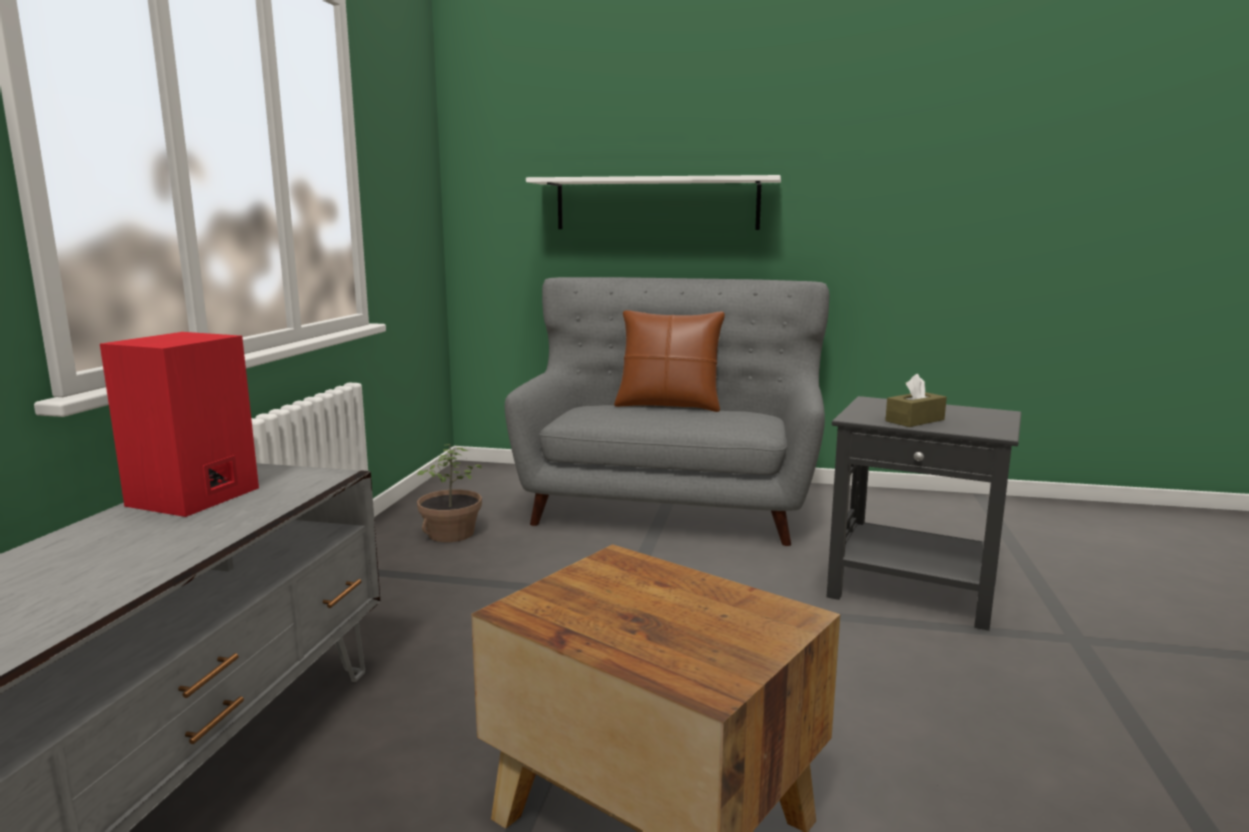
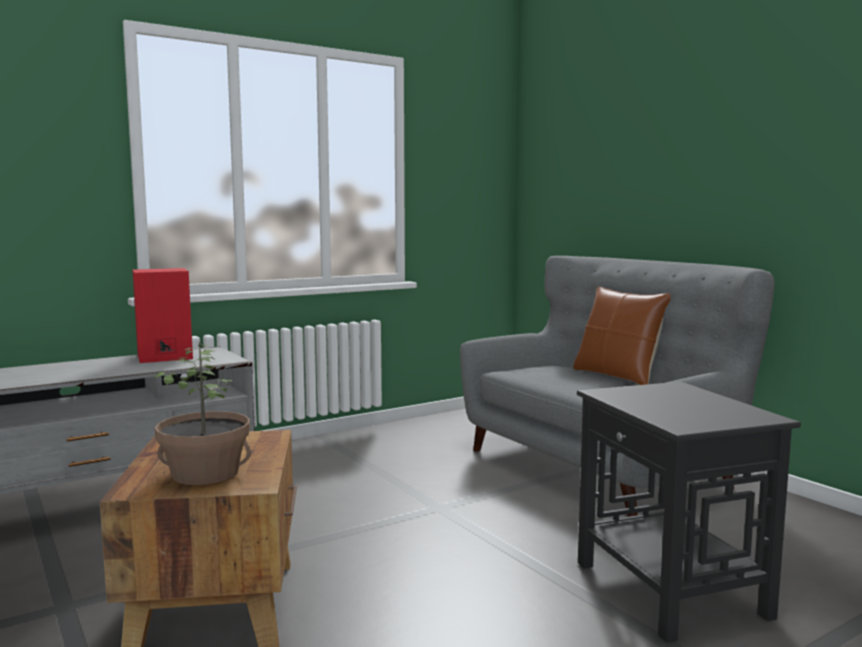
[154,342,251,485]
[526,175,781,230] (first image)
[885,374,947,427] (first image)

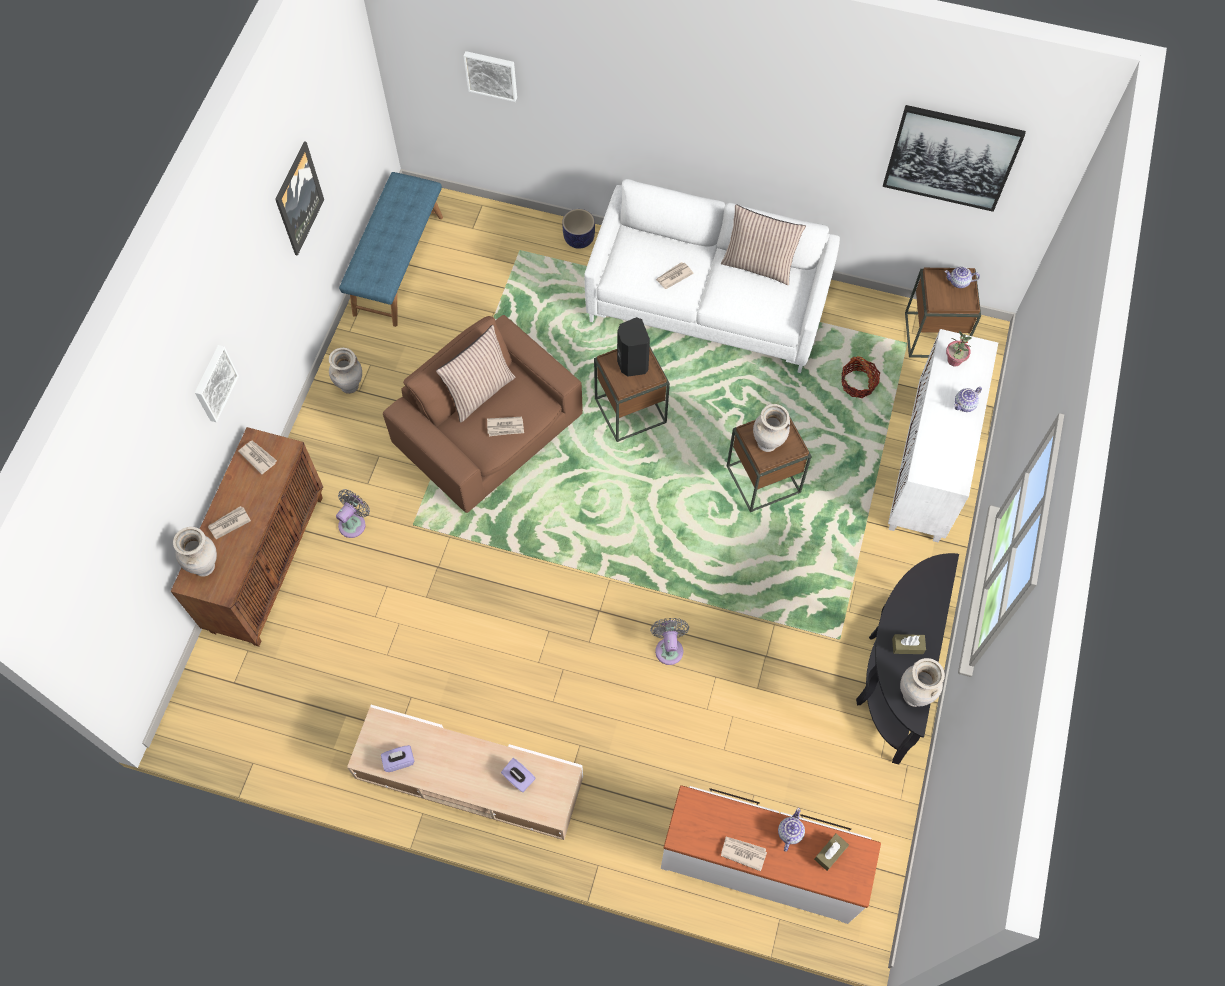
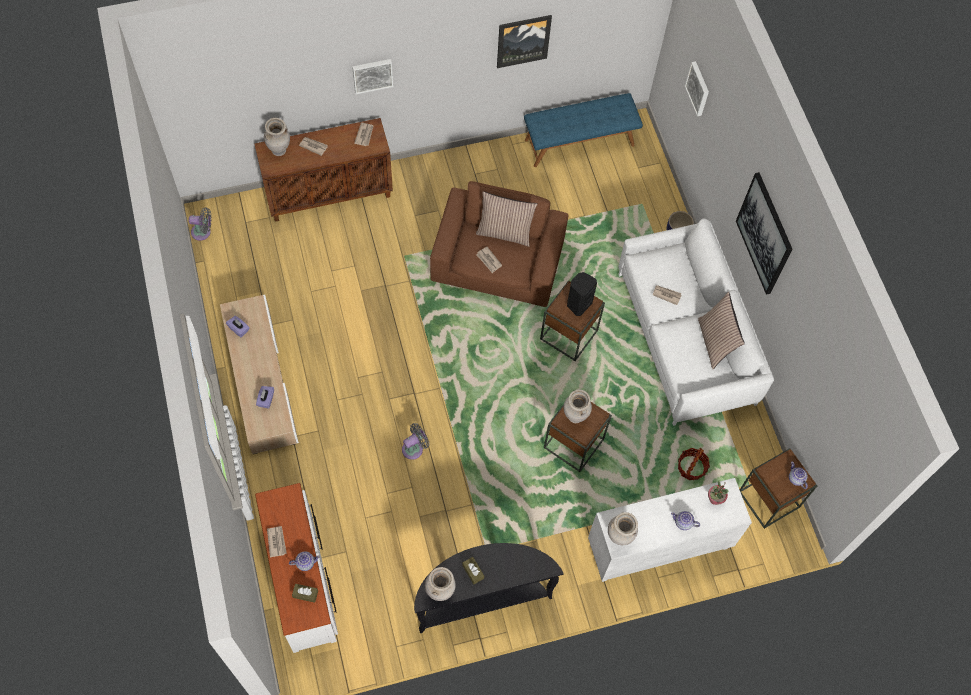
[608,512,638,545]
[189,207,211,241]
[736,172,792,295]

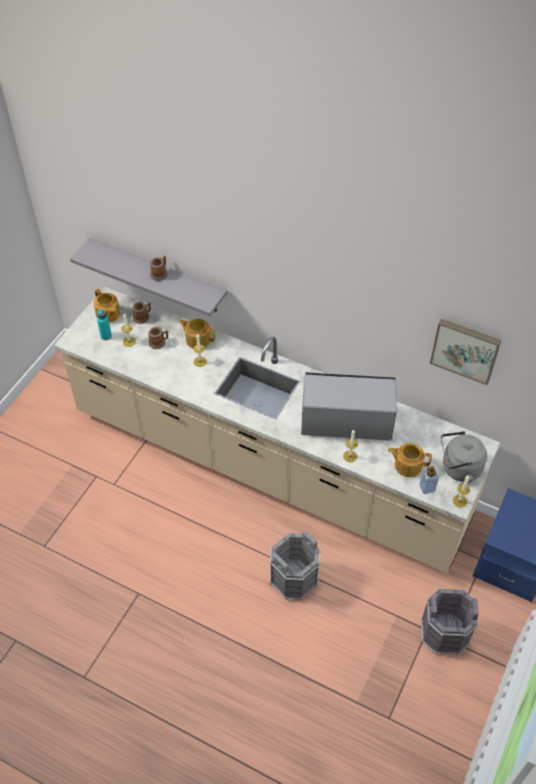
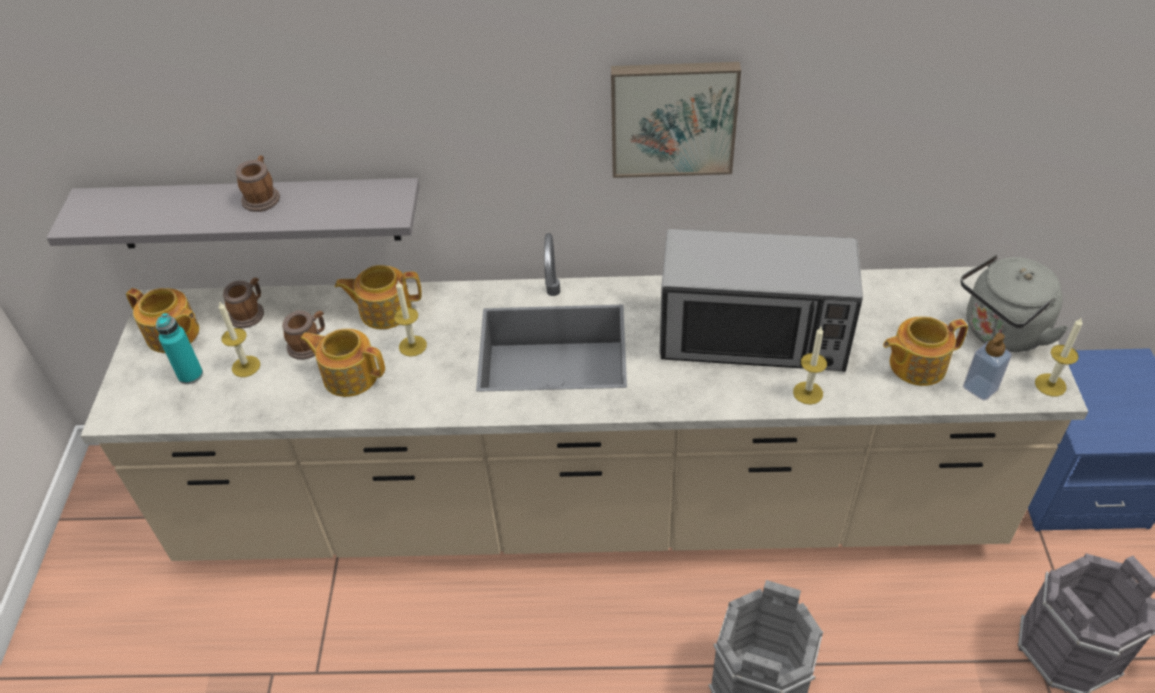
[660,229,863,372]
[611,62,741,178]
[300,329,385,397]

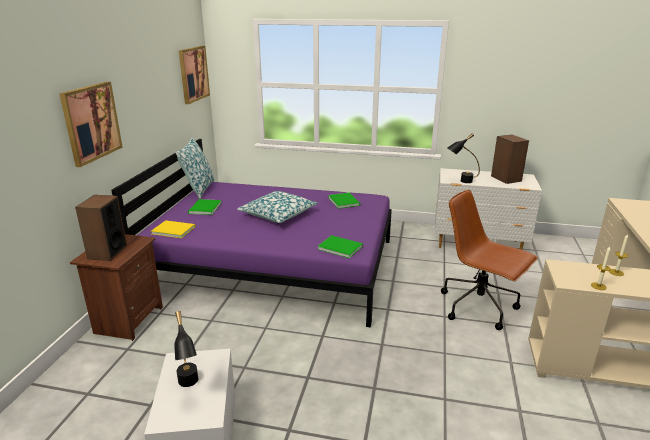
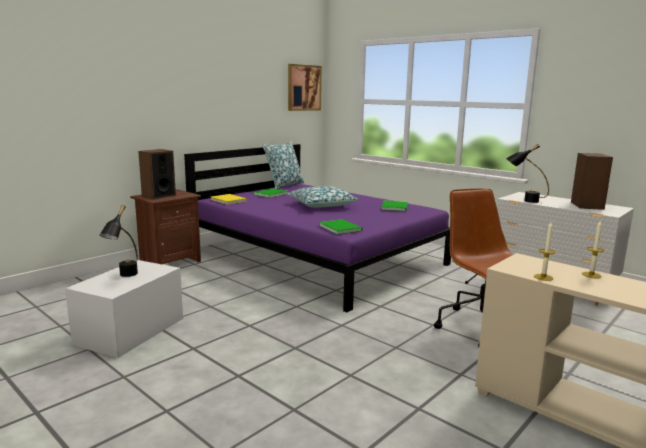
[59,82,123,167] (first image)

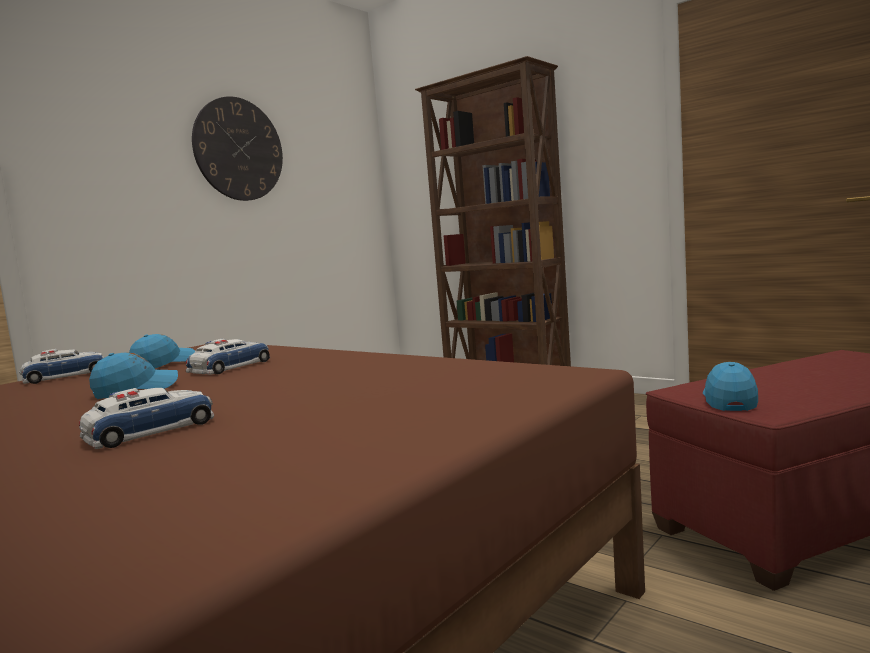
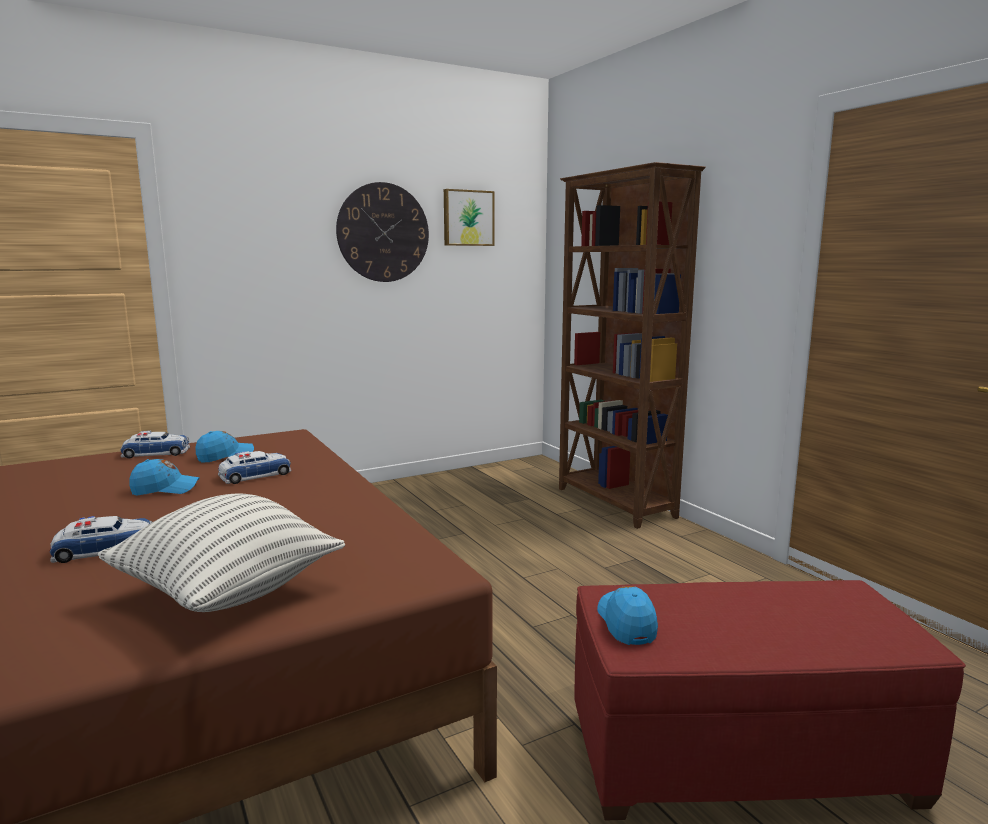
[597,586,658,645]
[98,494,345,612]
[444,189,494,246]

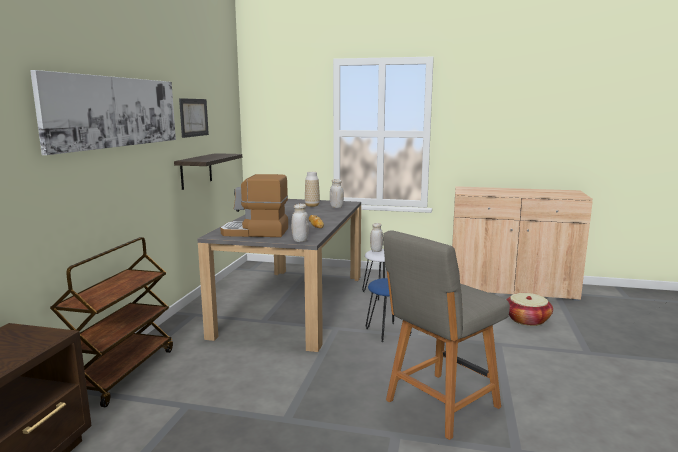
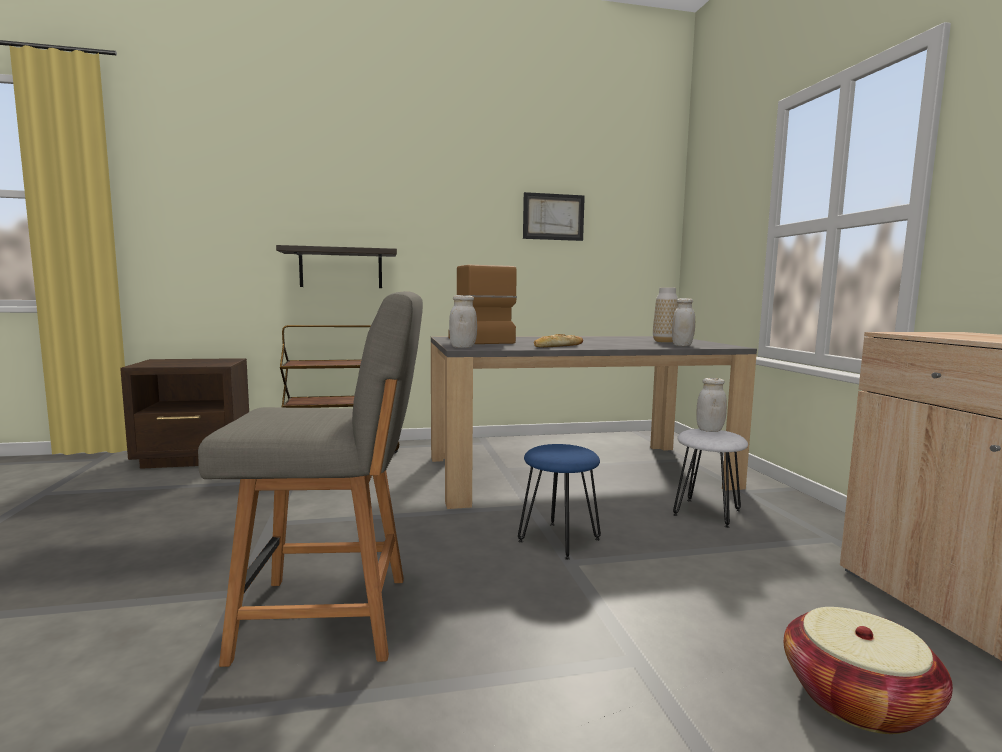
[30,70,176,155] (first image)
[276,245,397,288]
[198,291,423,667]

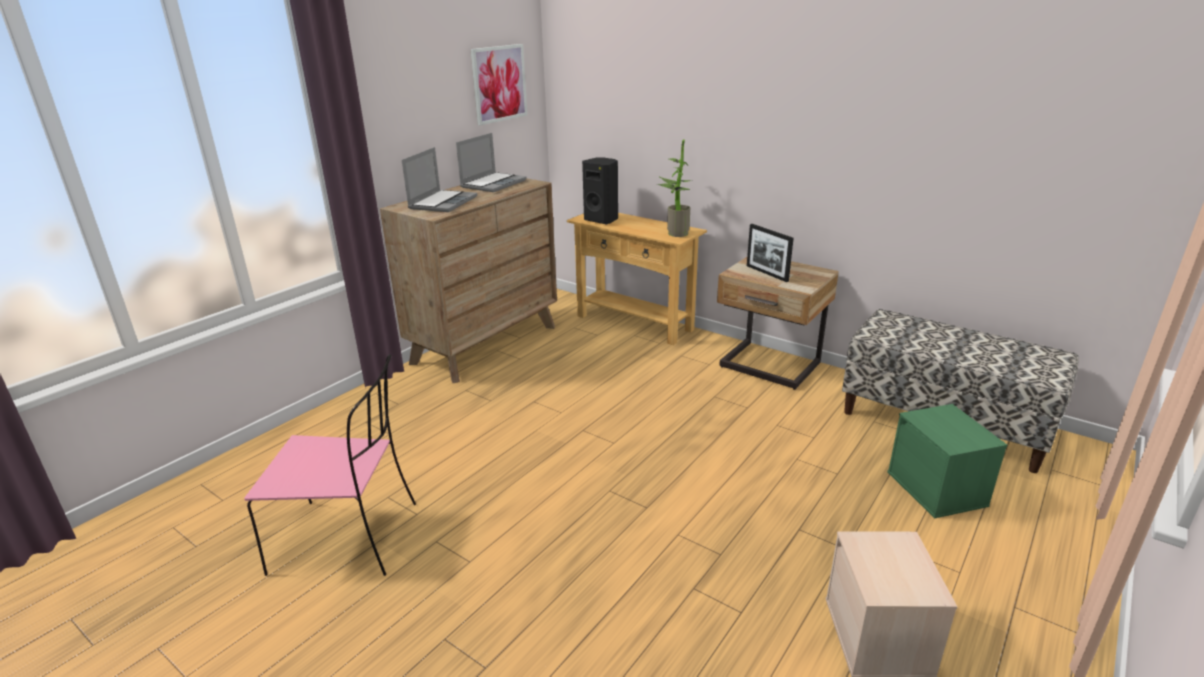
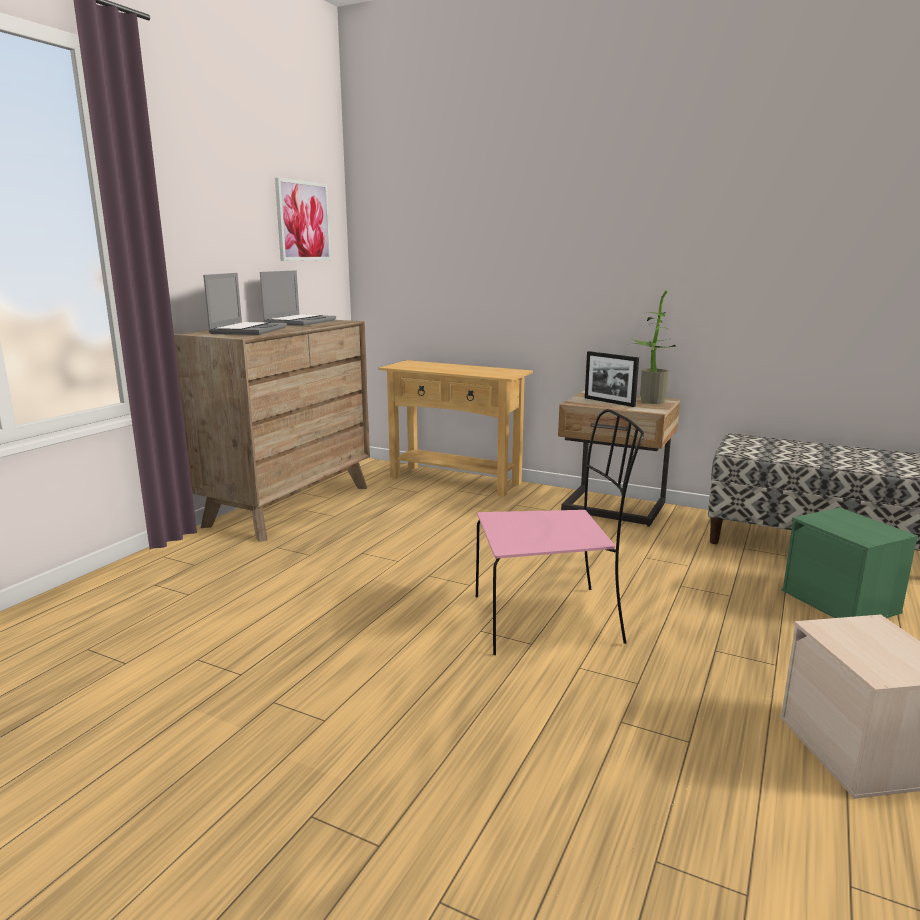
[476,409,644,655]
[582,158,618,224] (first image)
[627,290,676,404]

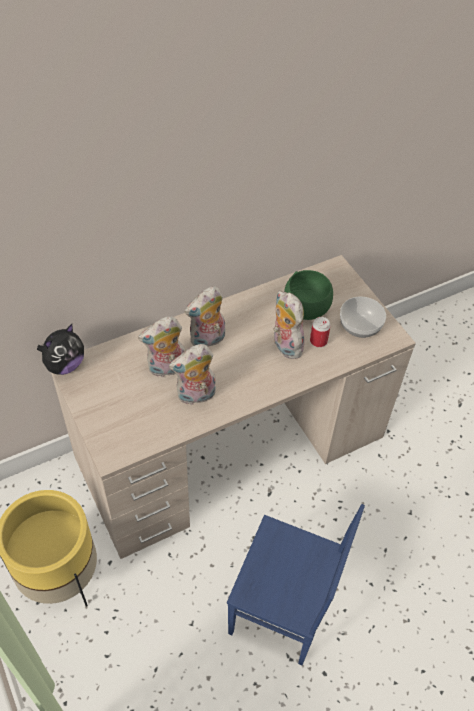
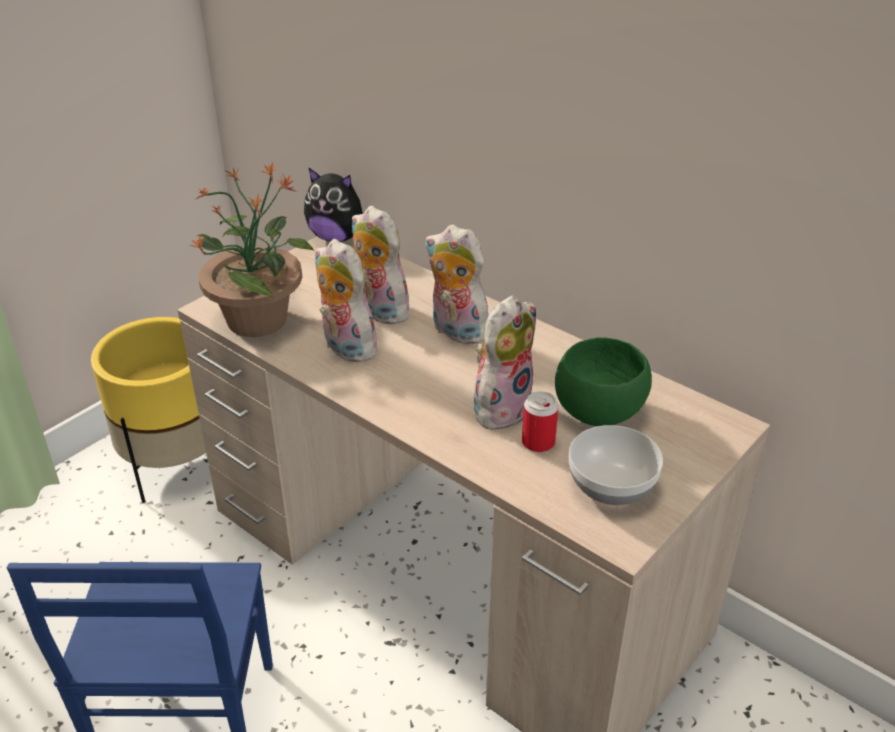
[190,162,314,337]

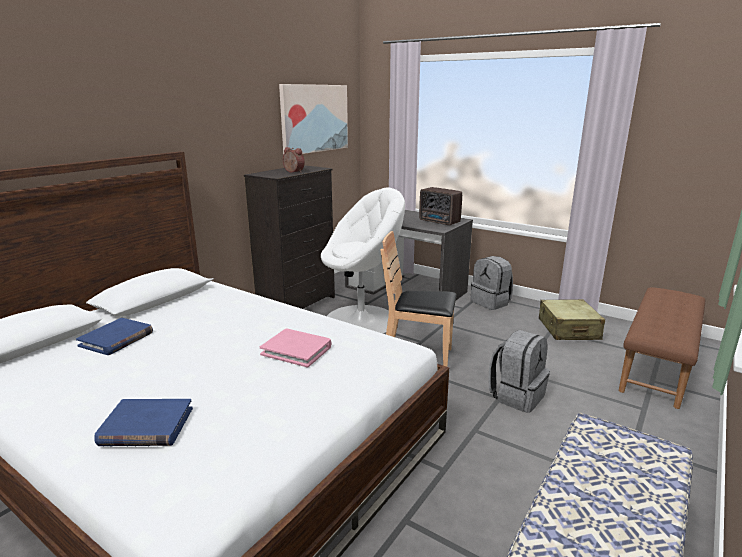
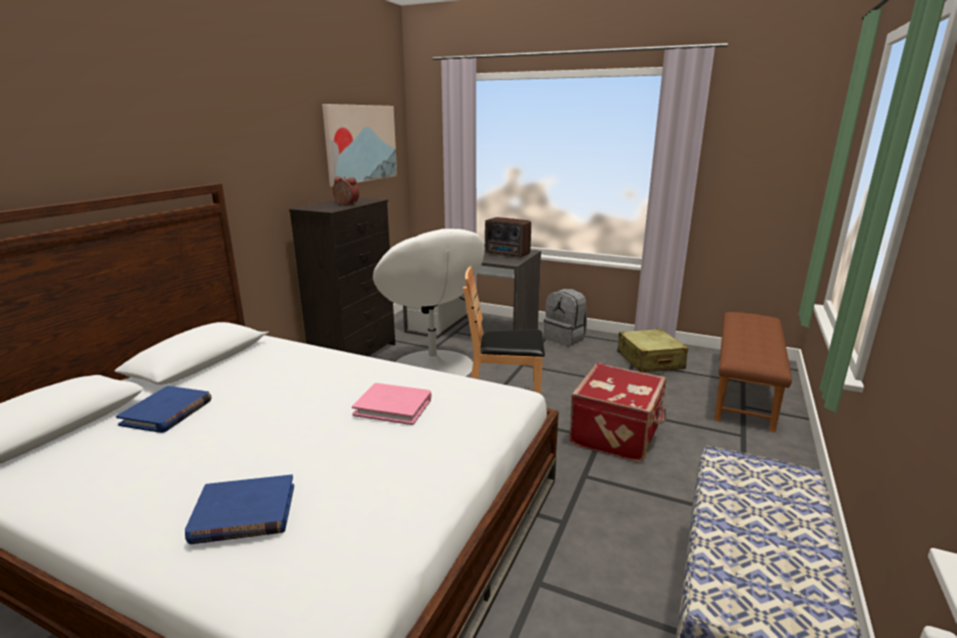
[373,229,485,377]
[569,363,666,462]

